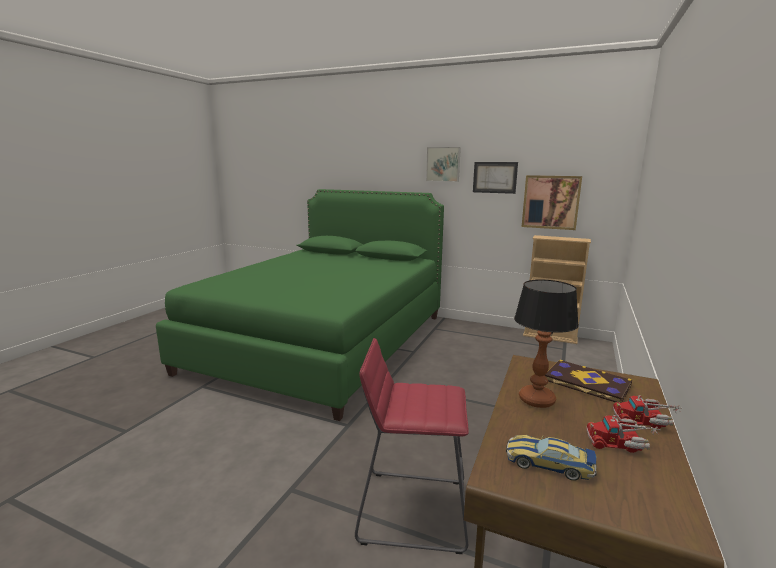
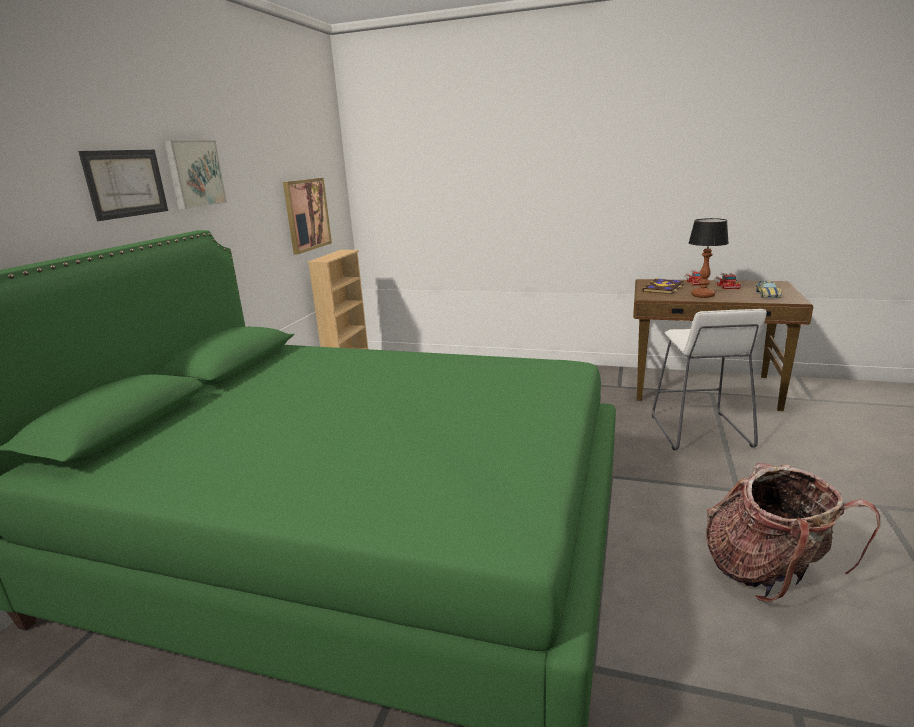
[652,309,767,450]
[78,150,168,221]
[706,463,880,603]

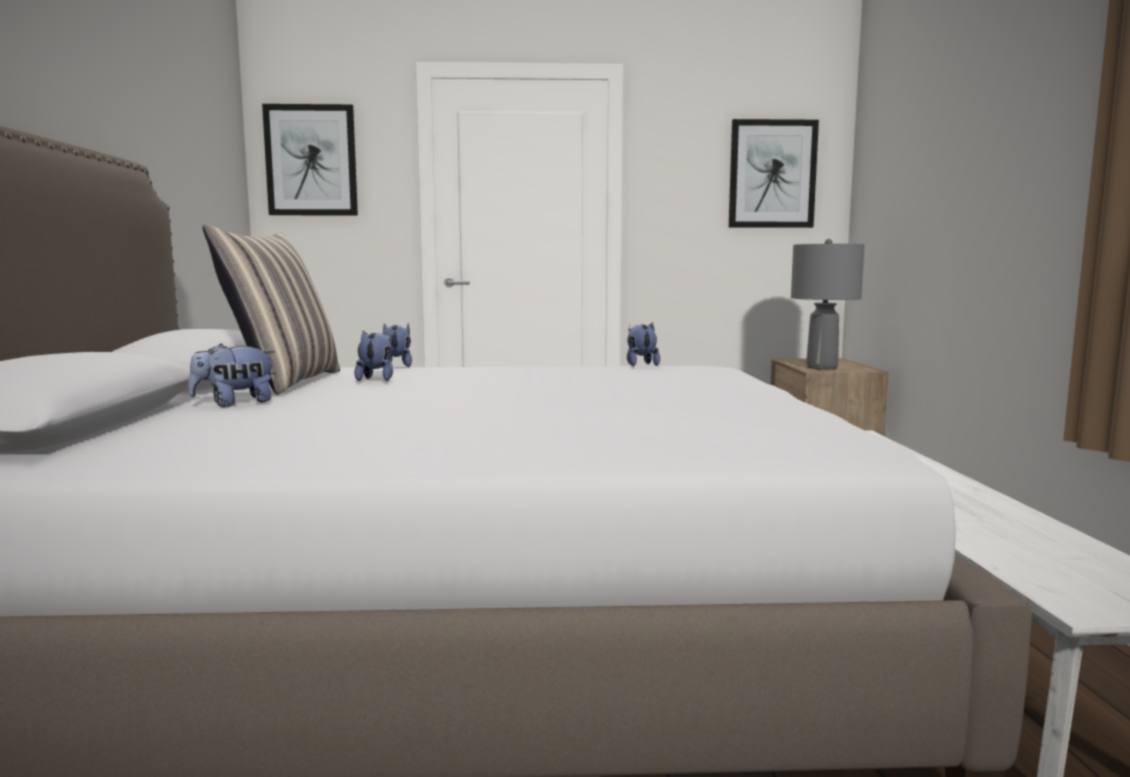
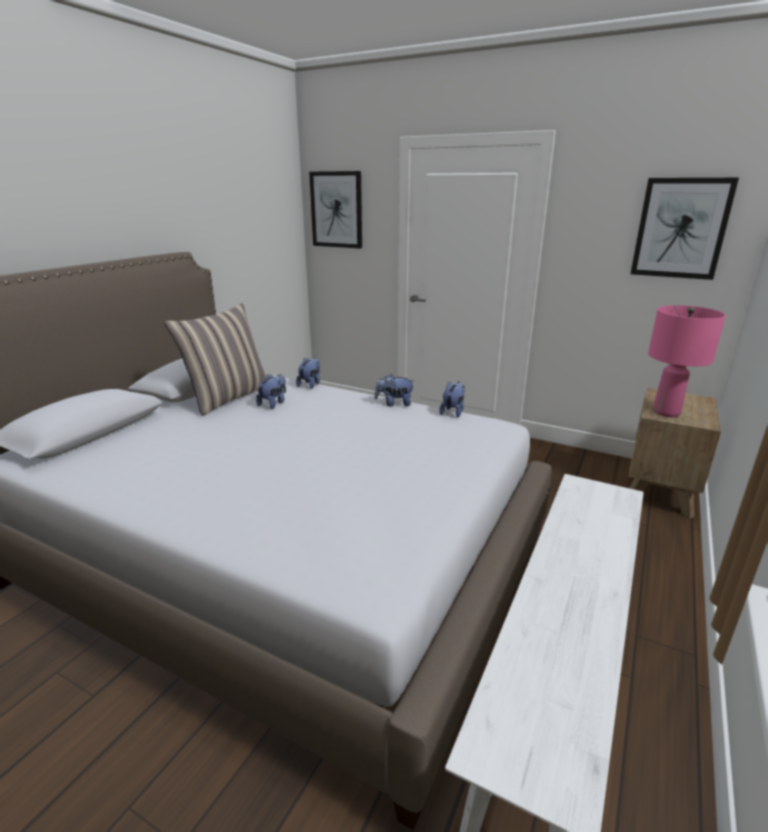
[374,374,415,406]
[648,305,726,417]

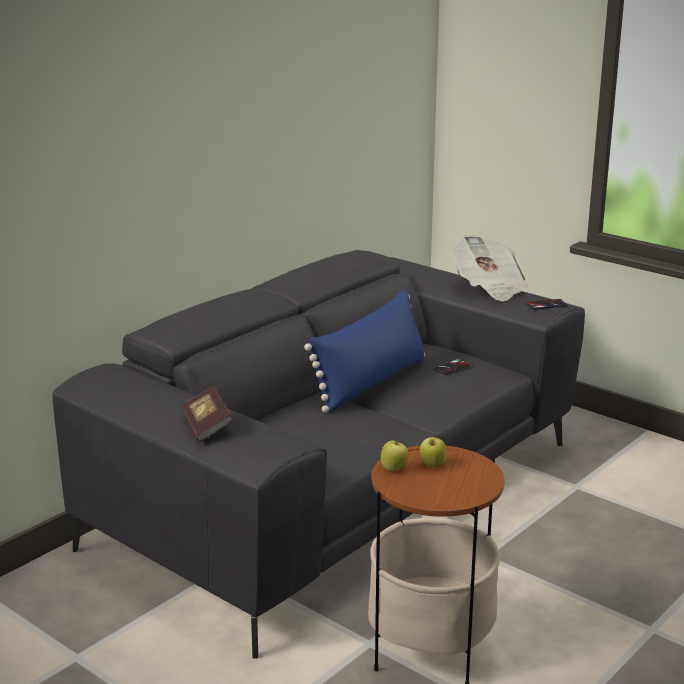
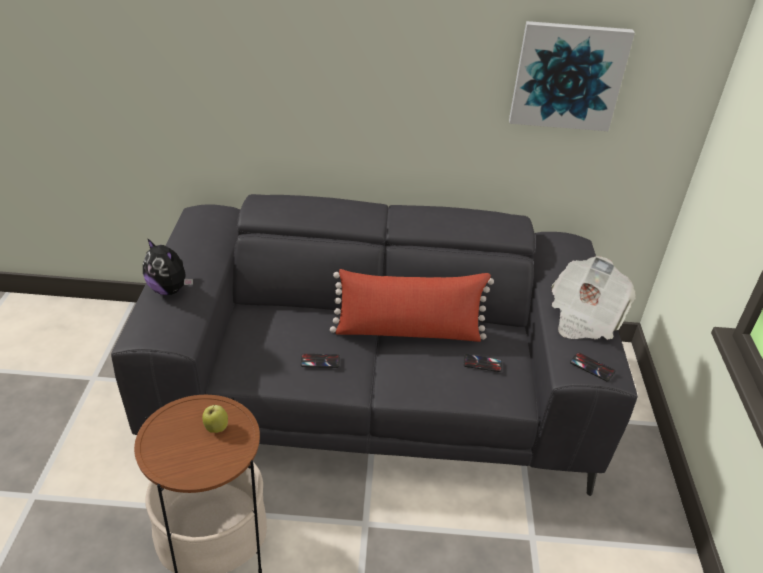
[143,238,193,295]
[330,269,494,342]
[381,441,409,471] (first image)
[301,354,340,368]
[509,21,635,131]

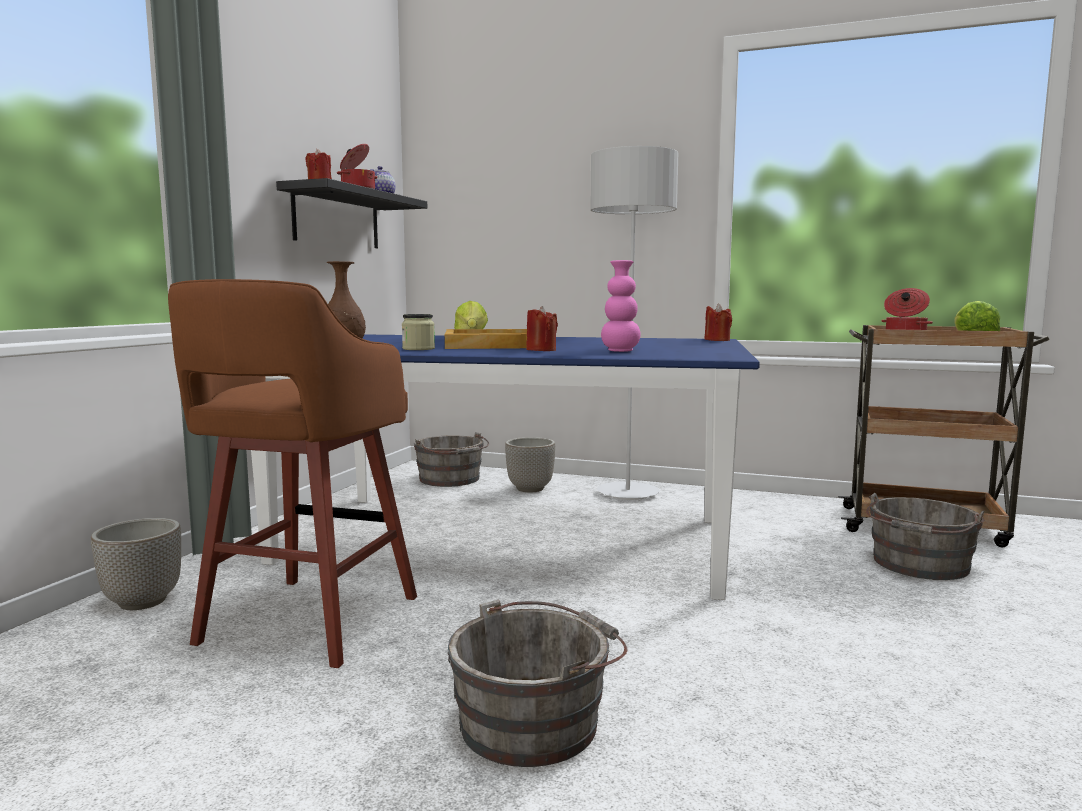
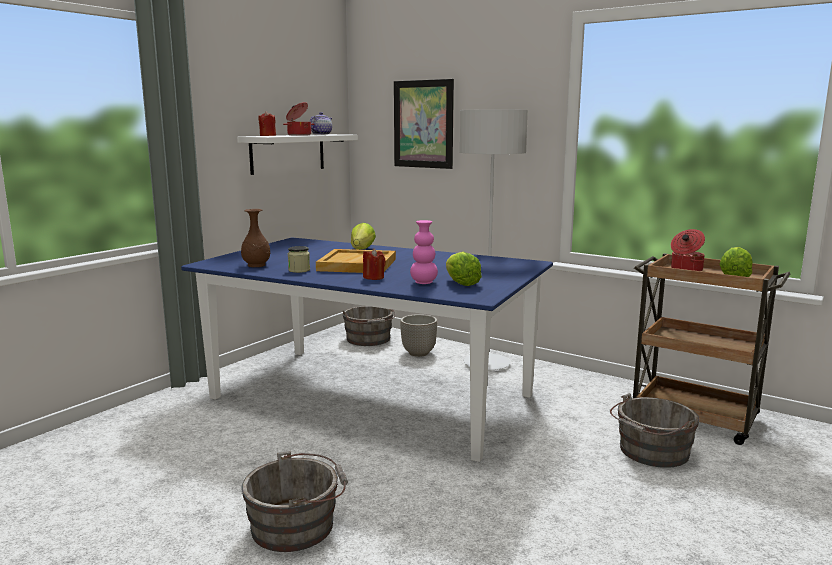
[91,518,181,610] (first image)
[168,279,417,668] (first image)
[237,134,358,175]
[704,303,732,341] (first image)
[394,79,454,169]
[446,252,482,286]

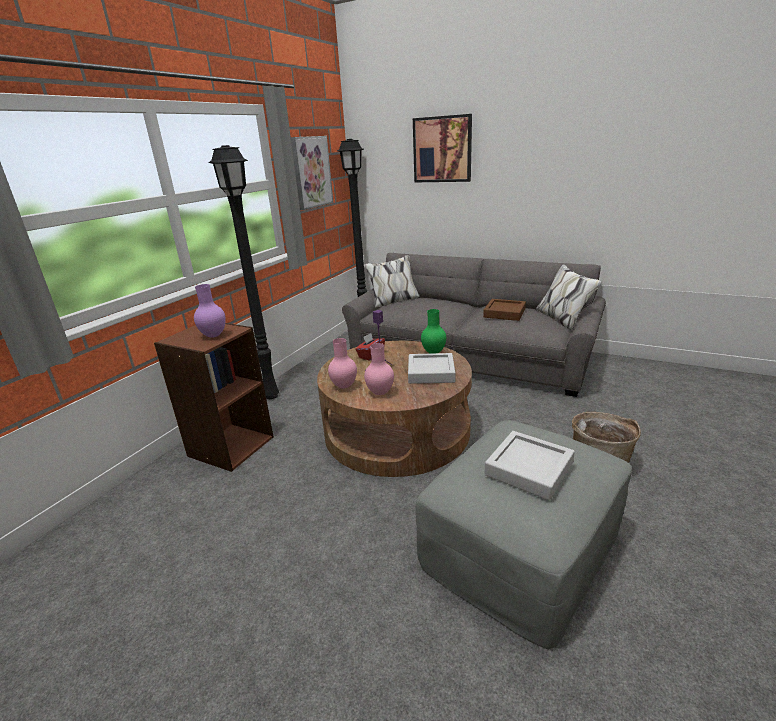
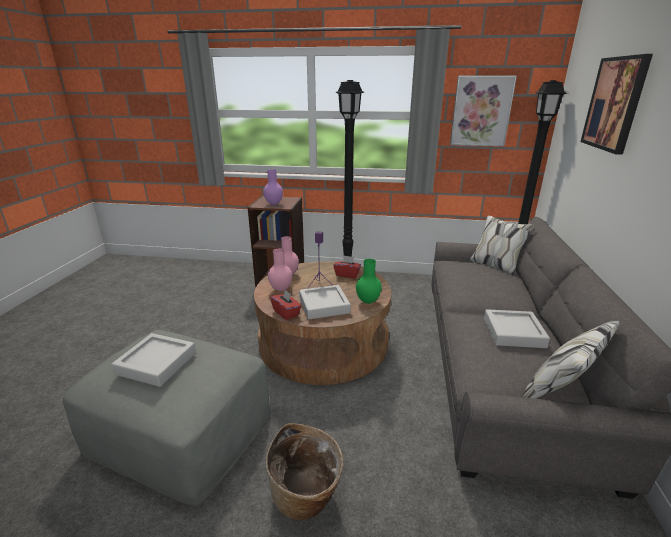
[484,309,550,348]
[270,290,301,320]

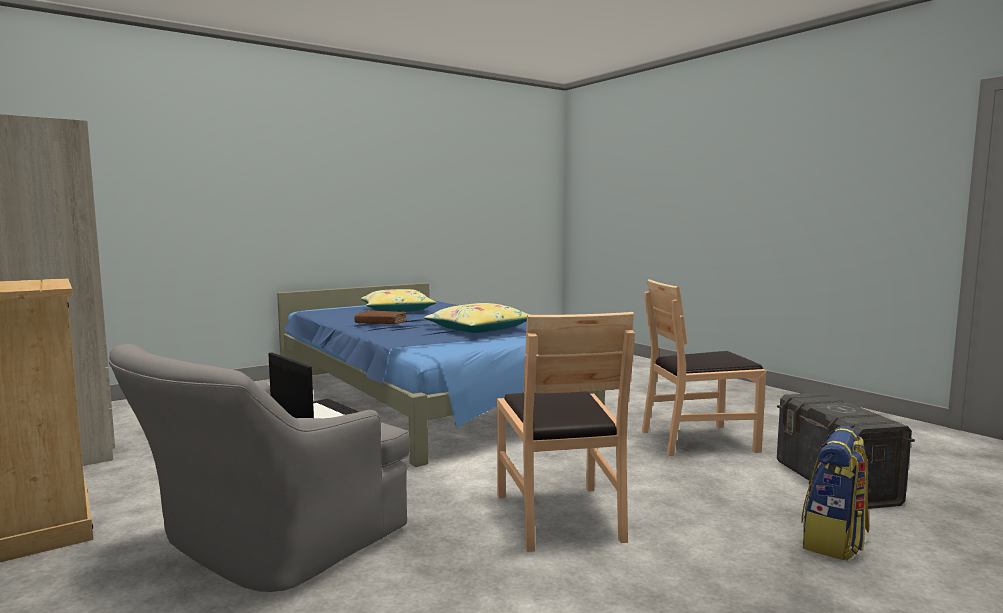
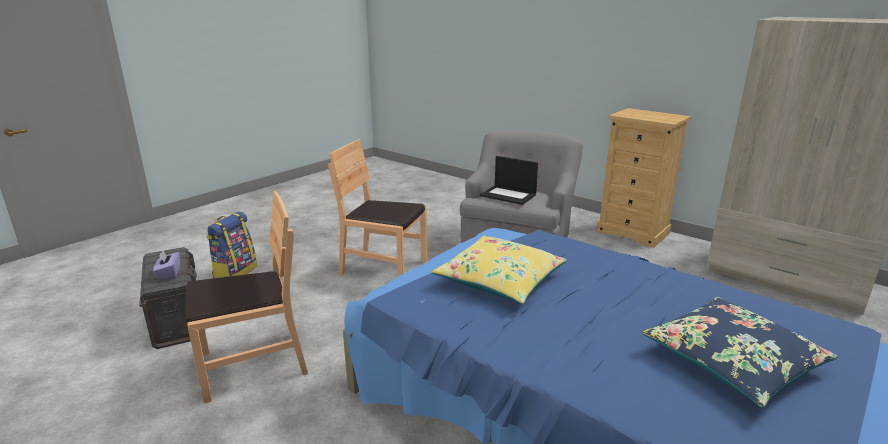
[354,310,407,325] (first image)
[642,297,838,408]
[328,139,427,276]
[153,250,180,280]

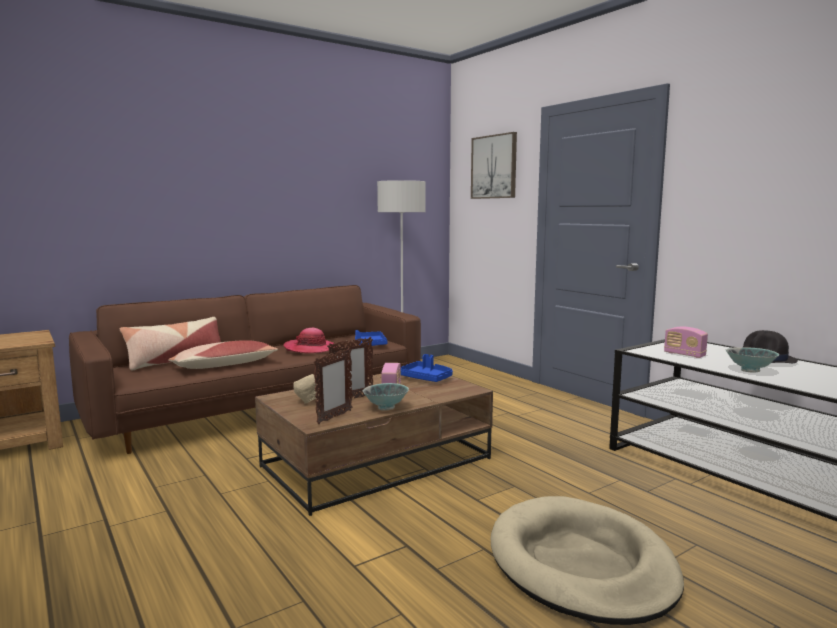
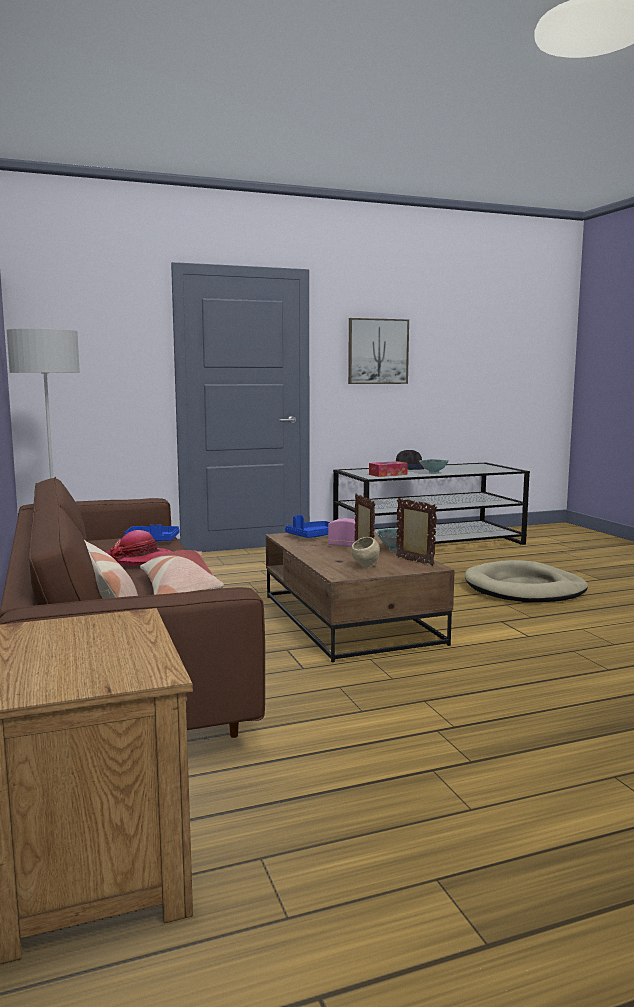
[348,318,409,384]
[369,461,408,477]

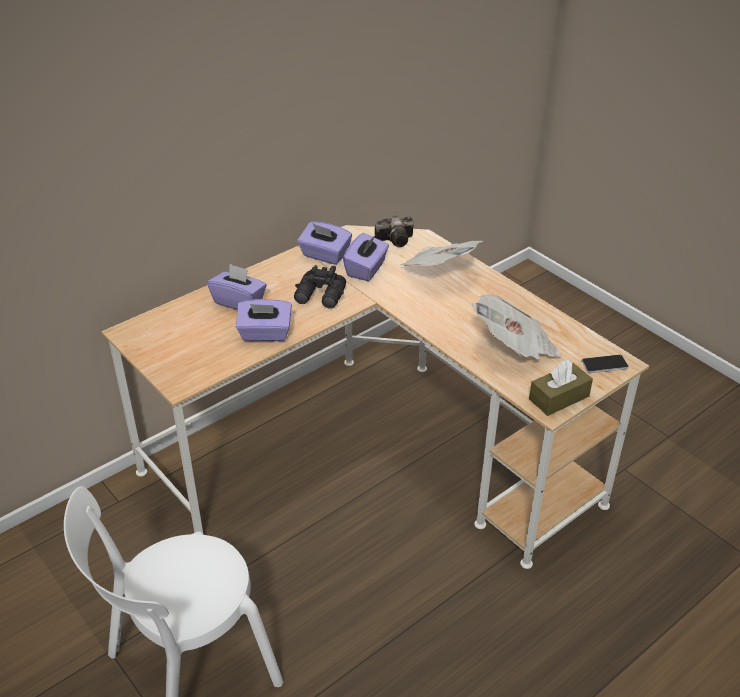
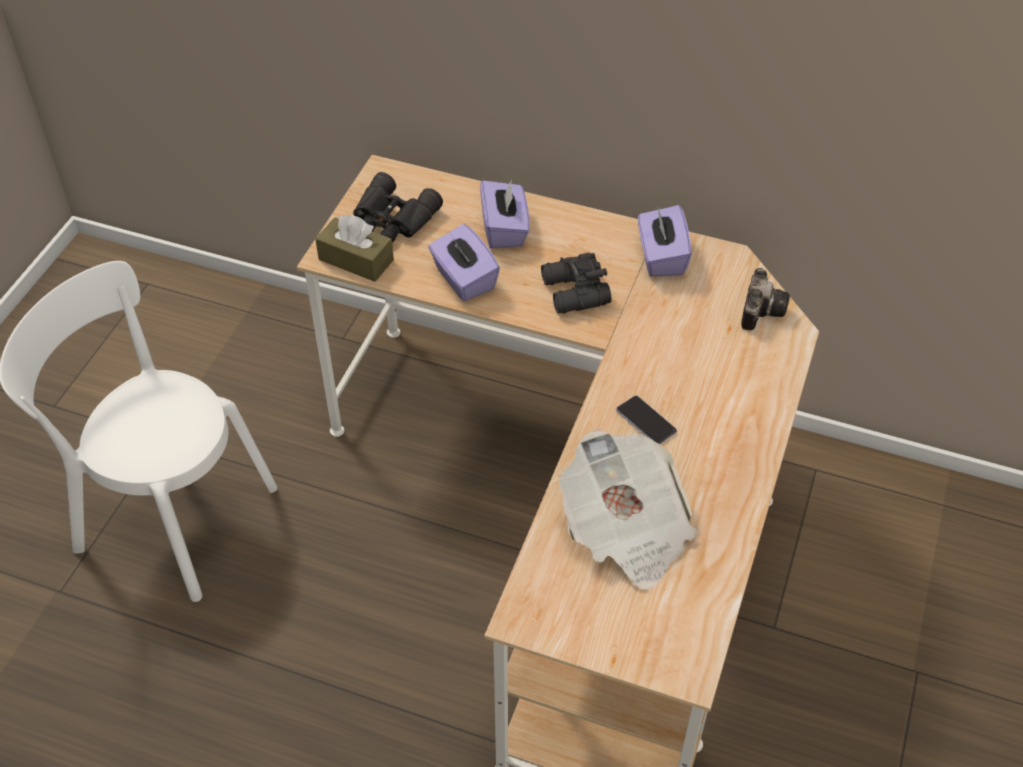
[343,233,389,281] (first image)
[741,268,790,331]
[401,241,483,266] (first image)
[315,215,394,282]
[616,396,677,444]
[353,172,443,242]

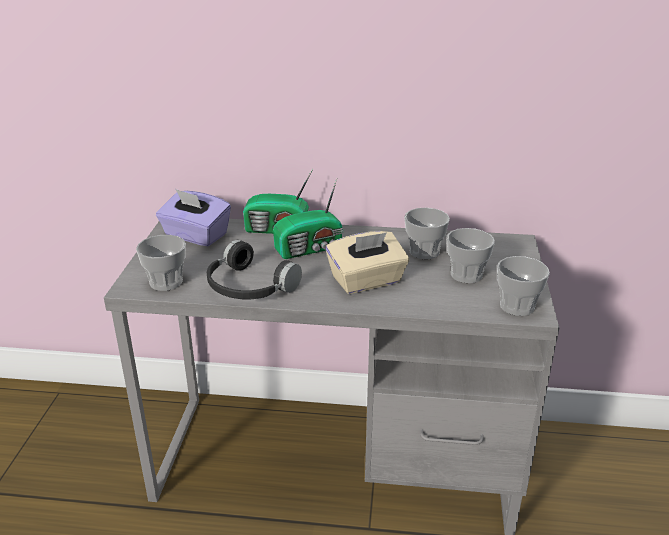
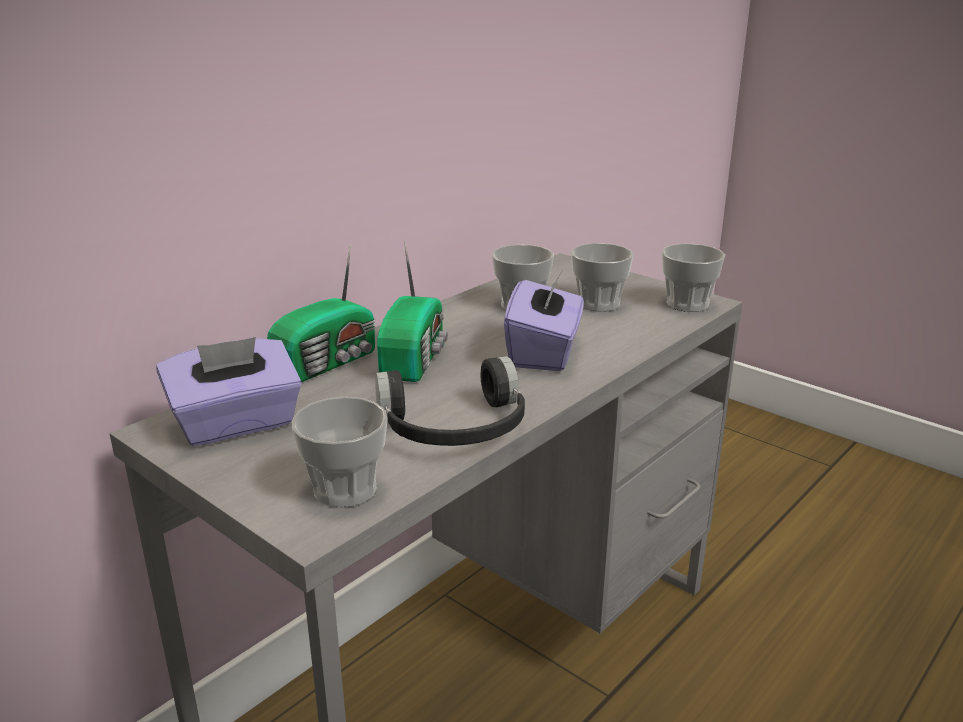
[504,269,584,371]

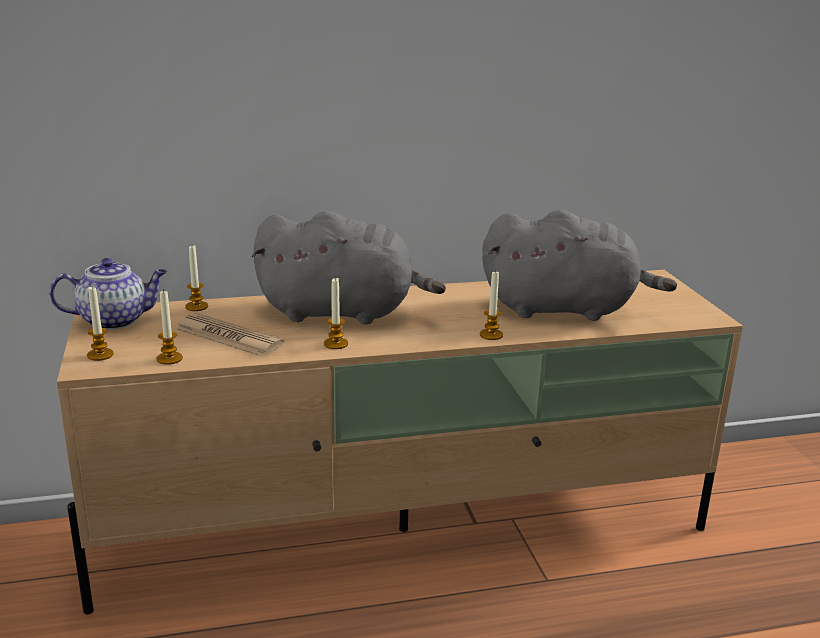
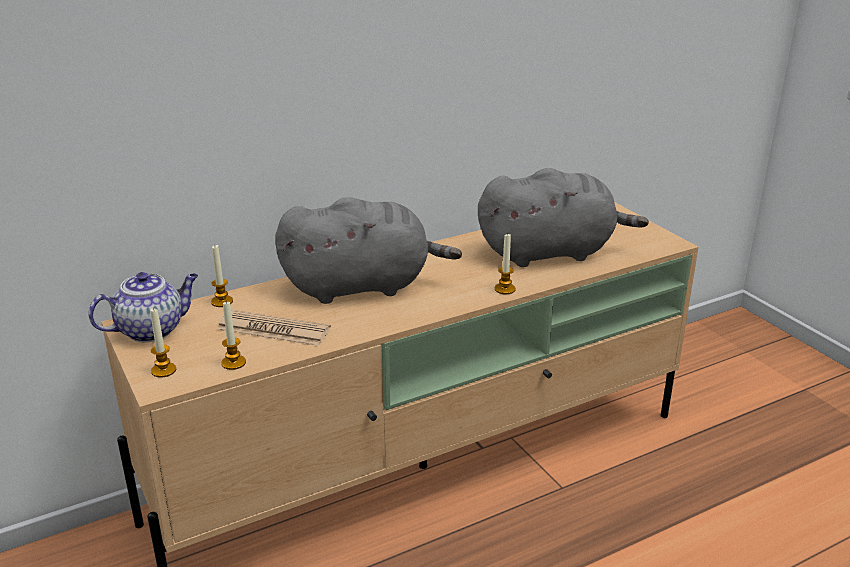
[324,277,348,349] (first image)

